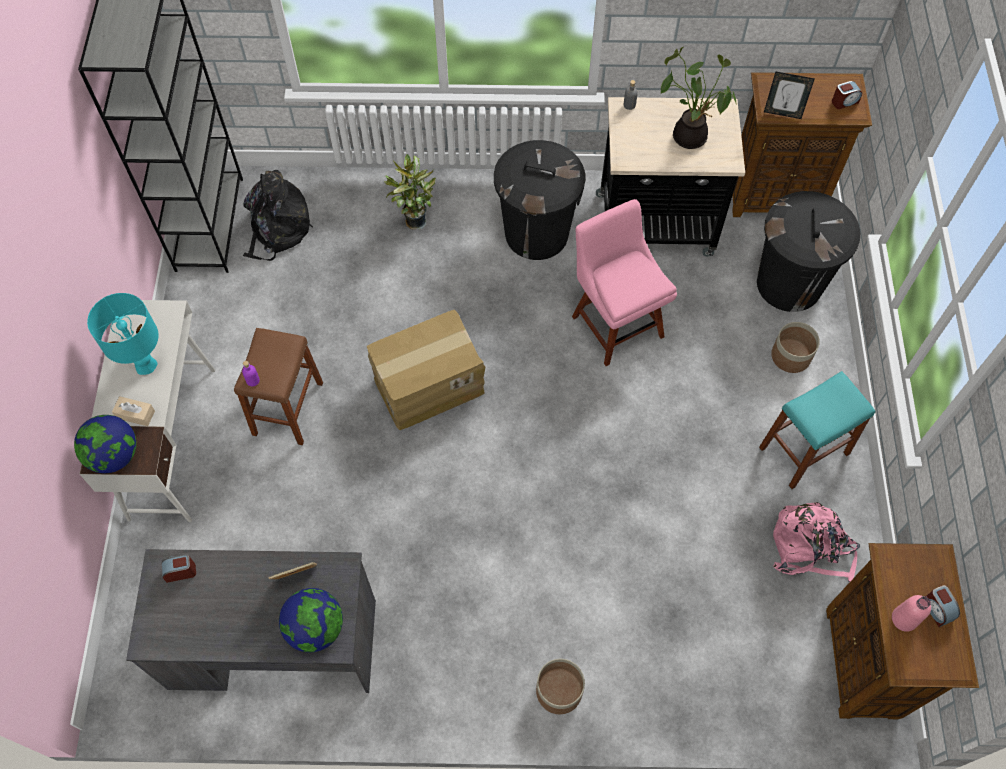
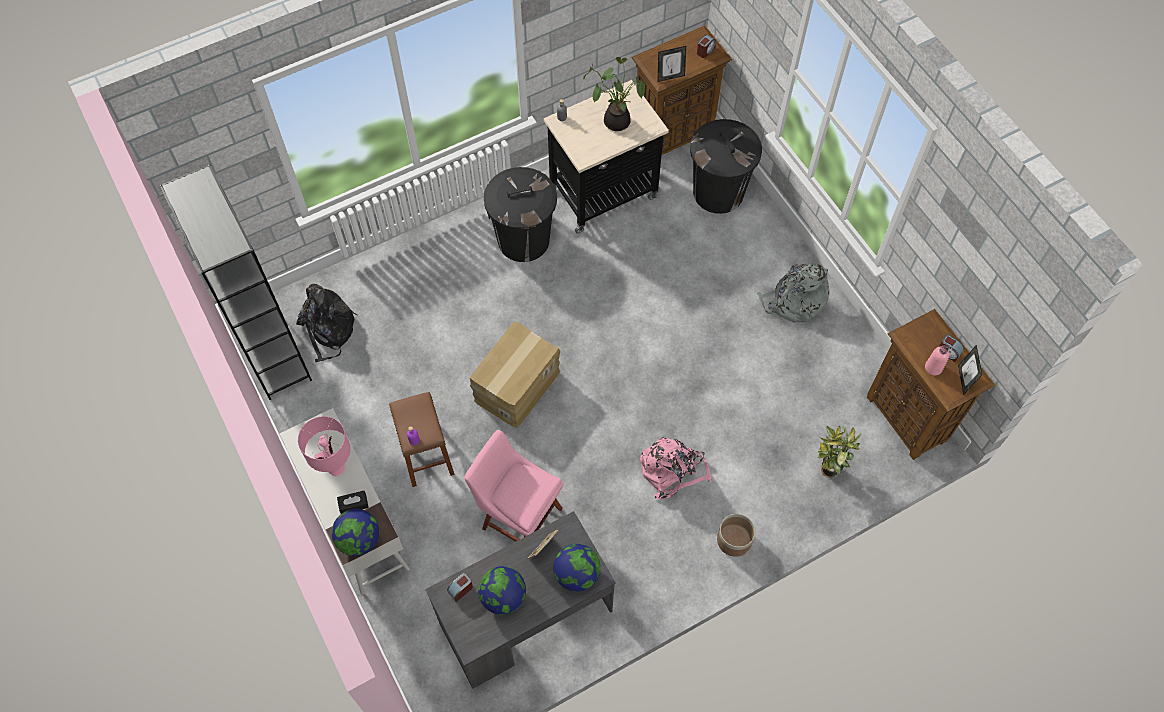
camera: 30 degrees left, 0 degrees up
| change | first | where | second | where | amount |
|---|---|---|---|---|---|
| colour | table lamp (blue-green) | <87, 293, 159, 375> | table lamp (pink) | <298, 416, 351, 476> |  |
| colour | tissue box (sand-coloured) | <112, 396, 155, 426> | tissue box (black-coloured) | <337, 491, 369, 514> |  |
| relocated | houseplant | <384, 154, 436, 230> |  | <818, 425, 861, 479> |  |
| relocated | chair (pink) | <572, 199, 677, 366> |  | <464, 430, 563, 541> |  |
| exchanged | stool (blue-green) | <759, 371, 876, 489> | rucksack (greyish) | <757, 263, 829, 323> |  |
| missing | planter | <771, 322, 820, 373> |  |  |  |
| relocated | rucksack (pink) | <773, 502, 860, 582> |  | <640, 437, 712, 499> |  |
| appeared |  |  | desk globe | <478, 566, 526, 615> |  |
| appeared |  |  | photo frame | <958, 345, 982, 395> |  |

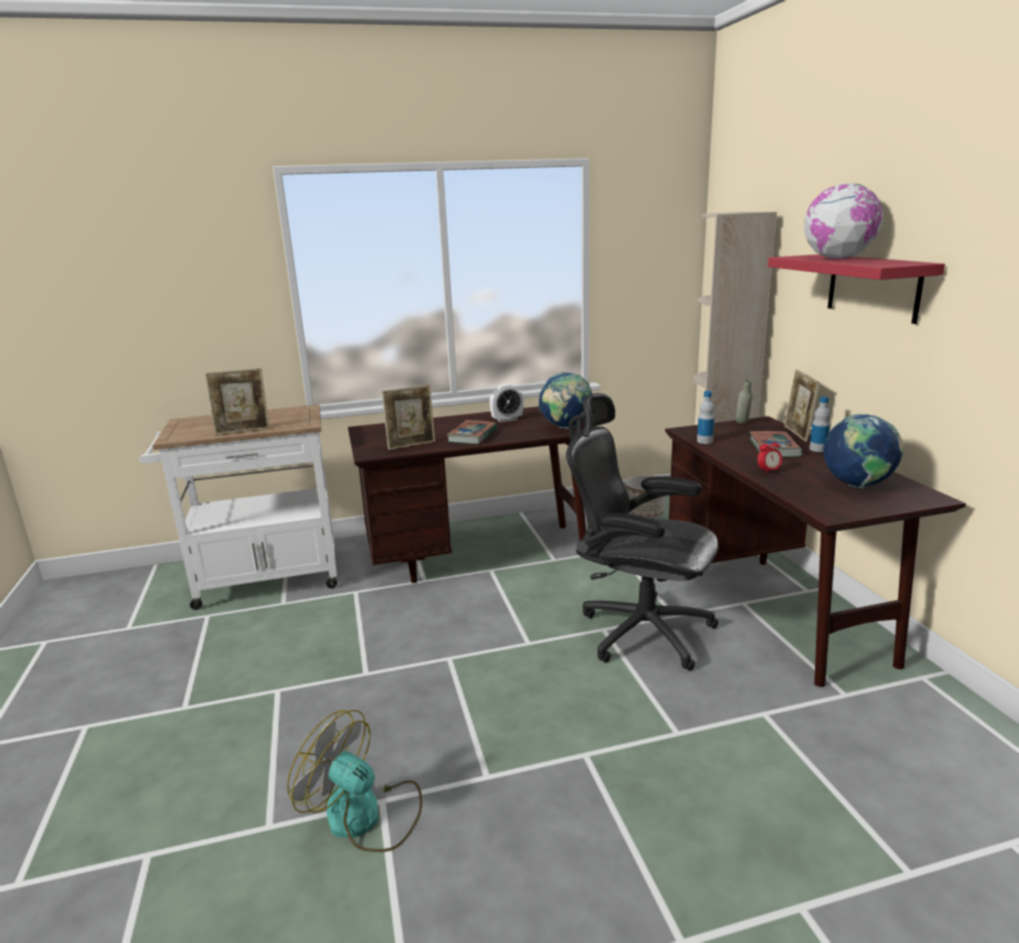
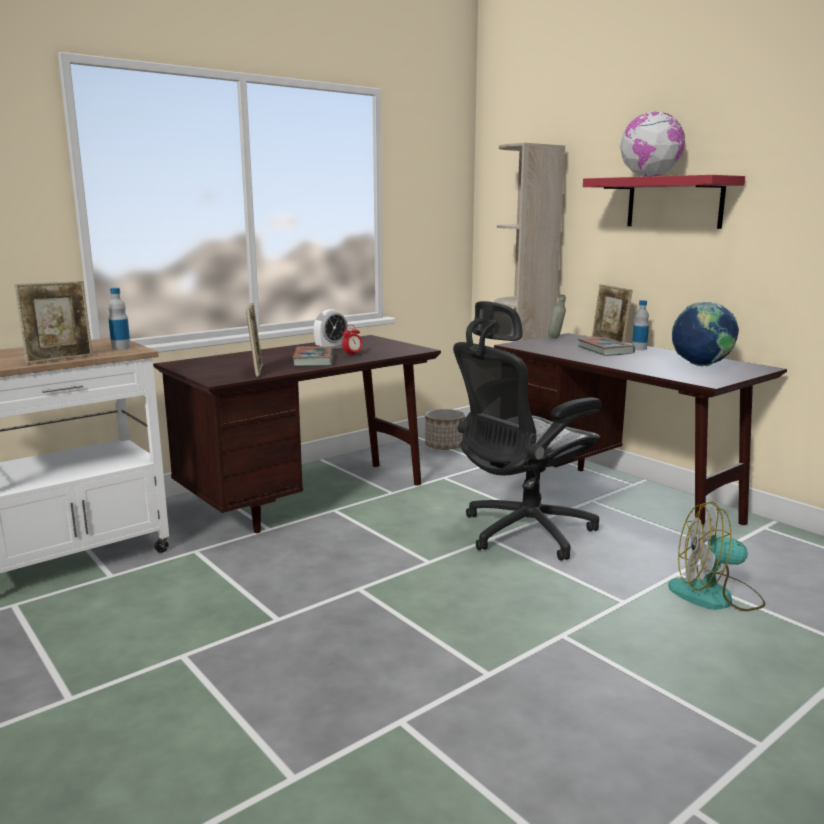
camera: 25 degrees left, 5 degrees down
| change | first | where | second | where | amount |
|---|---|---|---|---|---|
| relocated | cooling fan | <287, 710, 422, 852> |  | <668, 502, 766, 611> |  |
| spun | photo frame | <382, 385, 435, 450> |  | <246, 303, 263, 377> | 45 degrees counterclockwise |
| missing | desk globe | <539, 372, 593, 429> |  |  |  |
| spun | desk chair | <566, 393, 719, 671> |  | <453, 301, 601, 561> | 45 degrees counterclockwise |
| relocated | drink bottle | <697, 391, 714, 444> |  | <108, 288, 131, 350> |  |
| relocated | alarm clock | <757, 438, 782, 474> |  | <342, 325, 362, 356> |  |

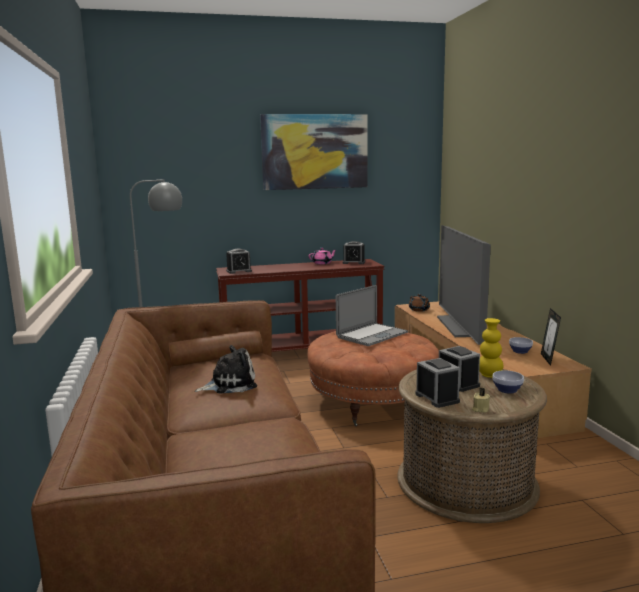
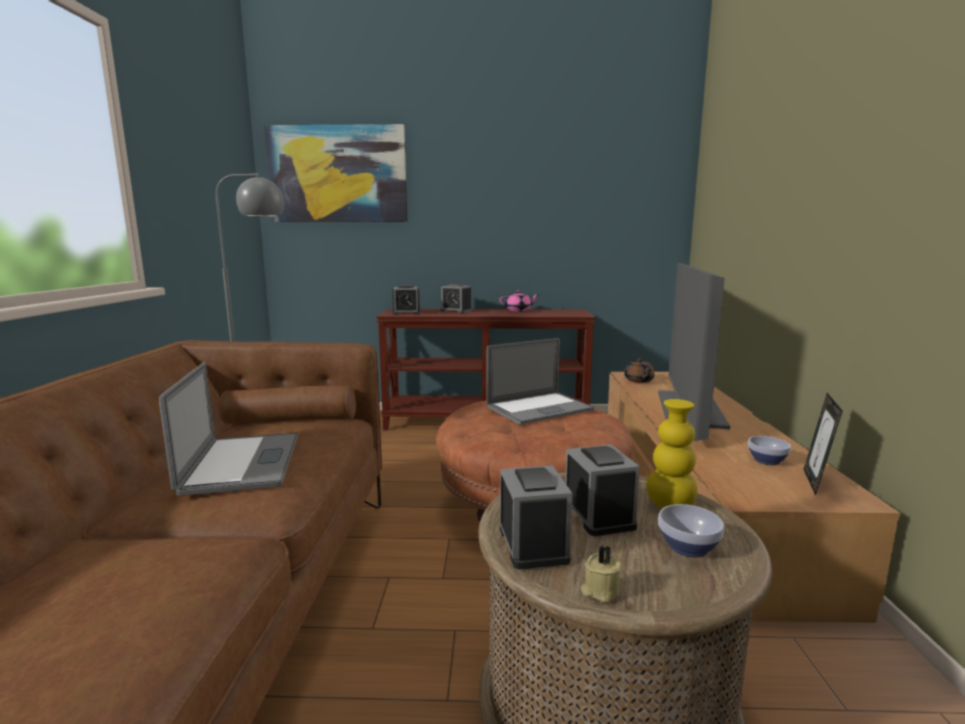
camera: 15 degrees right, 0 degrees up
| change | first | where | second | where | amount |
|---|---|---|---|---|---|
| exchanged | plush toy | <195, 345, 257, 393> | portable computer | <159, 362, 298, 496> |  |
| relocated | wall picture | <260, 114, 368, 190> |  | <264, 124, 407, 222> |  |
| relocated | alarm clock | <343, 241, 365, 264> |  | <440, 283, 472, 313> |  |

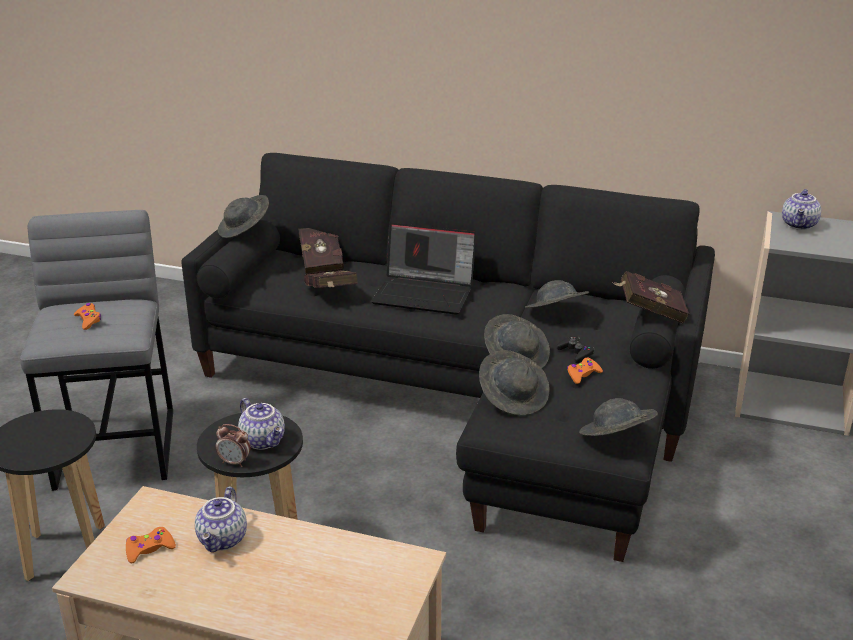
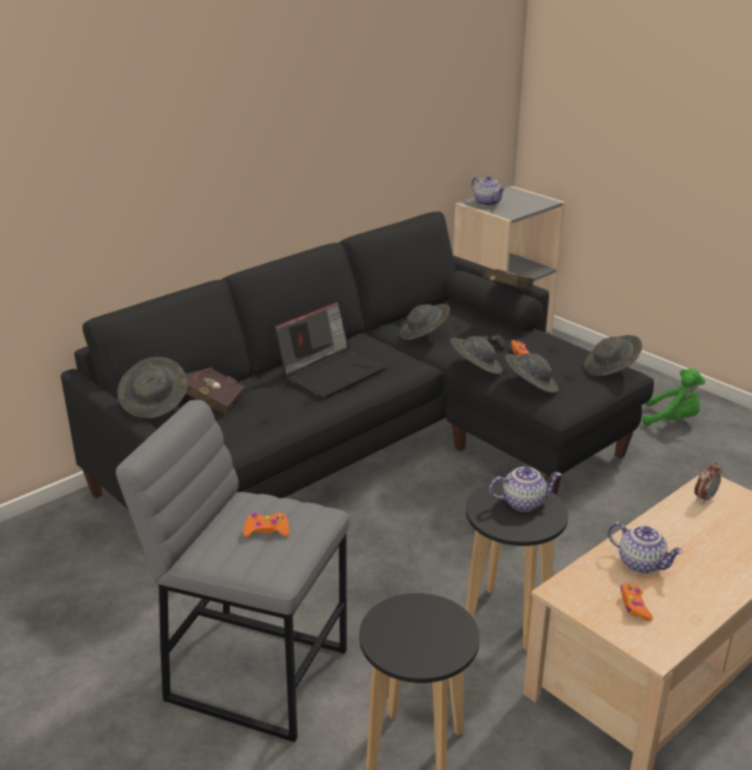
camera: 60 degrees left, 0 degrees up
| change | first | where | second | where | amount |
|---|---|---|---|---|---|
| relocated | alarm clock | <215, 424, 251, 467> |  | <694, 462, 721, 504> |  |
| missing | book (red) | <304, 270, 358, 288> |  |  |  |
| appeared |  |  | plush toy (green-coloured) | <643, 369, 705, 426> |  |

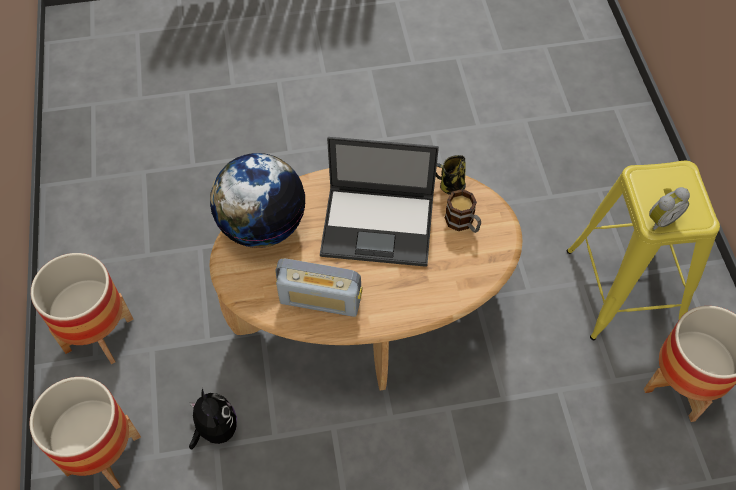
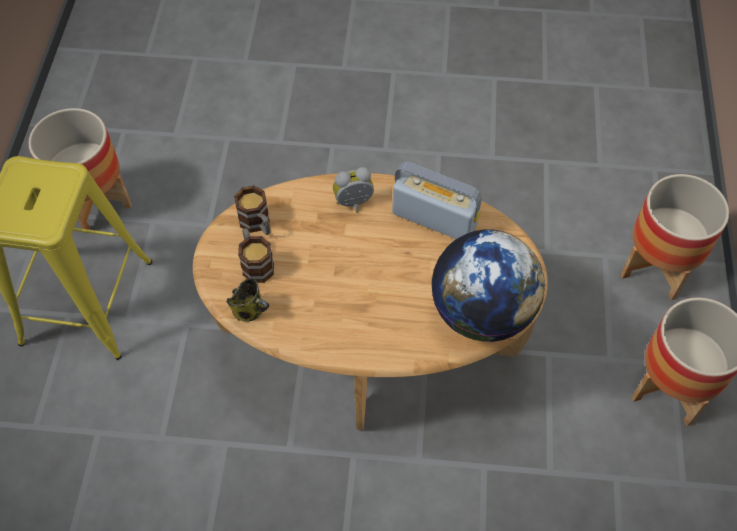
camera: 165 degrees left, 0 degrees up
| change | first | where | second | where | amount |
|---|---|---|---|---|---|
| missing | plush toy | <189, 388, 237, 450> |  |  |  |
| missing | portable computer | <320, 137, 439, 267> |  |  |  |
| relocated | alarm clock | <649, 187, 690, 231> |  | <333, 167, 374, 213> |  |
| appeared |  |  | tea mug | <234, 185, 270, 235> |  |

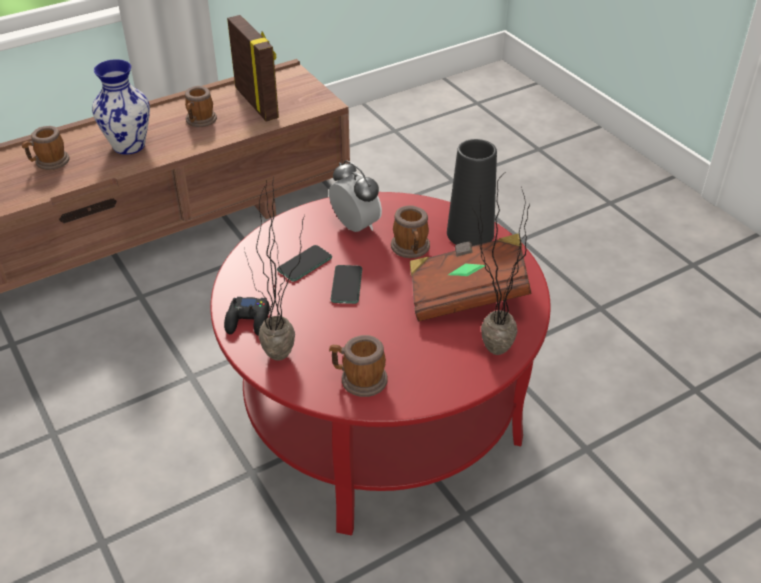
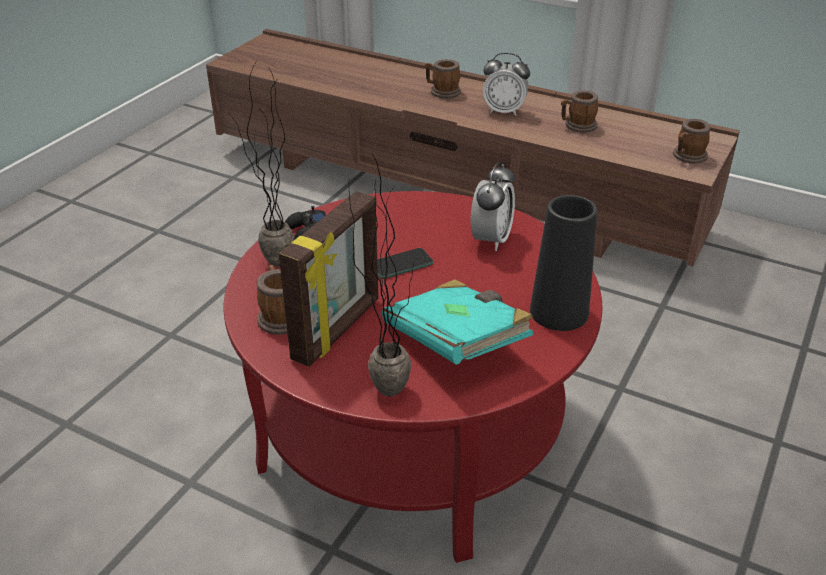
camera: 60 degrees right, 5 degrees down
| change | first | where | second | where | amount |
|---|---|---|---|---|---|
| exchanged | vase | <92, 59, 150, 155> | alarm clock | <483, 53, 530, 116> |  |
| relocated | photo frame | <227, 15, 279, 121> |  | <279, 191, 379, 367> |  |
| missing | telephone | <277, 245, 332, 282> |  |  |  |
| relocated | tea mug | <391, 205, 430, 258> |  | <673, 119, 710, 164> |  |
| colour | book (brown) | <410, 233, 532, 321> | book (blue-green) | <382, 279, 533, 365> |  |

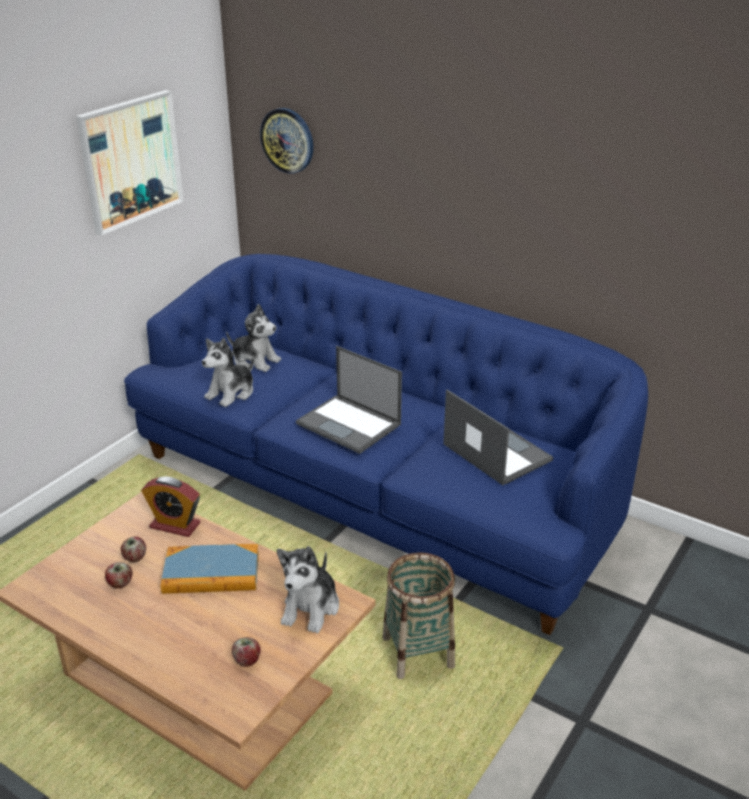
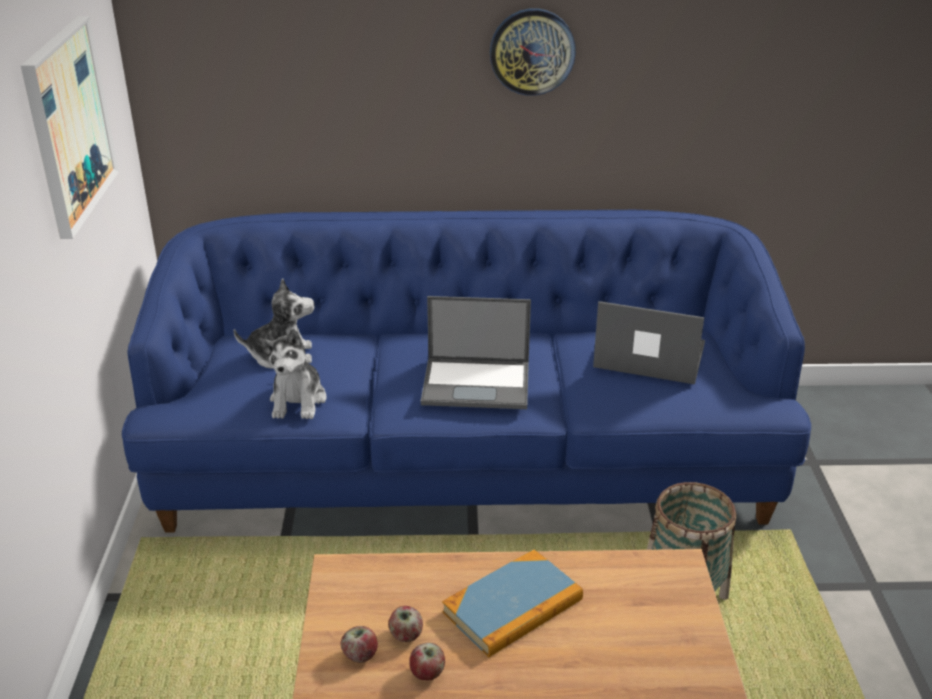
camera: 35 degrees left, 0 degrees up
| change | first | where | second | where | amount |
|---|---|---|---|---|---|
| missing | alarm clock | <141, 477, 200, 537> |  |  |  |
| relocated | apple | <232, 637, 260, 667> |  | <341, 626, 378, 663> |  |
| relocated | clock on the wall | <260, 108, 313, 174> |  | <490, 8, 576, 96> |  |
| missing | plush toy | <277, 546, 339, 633> |  |  |  |

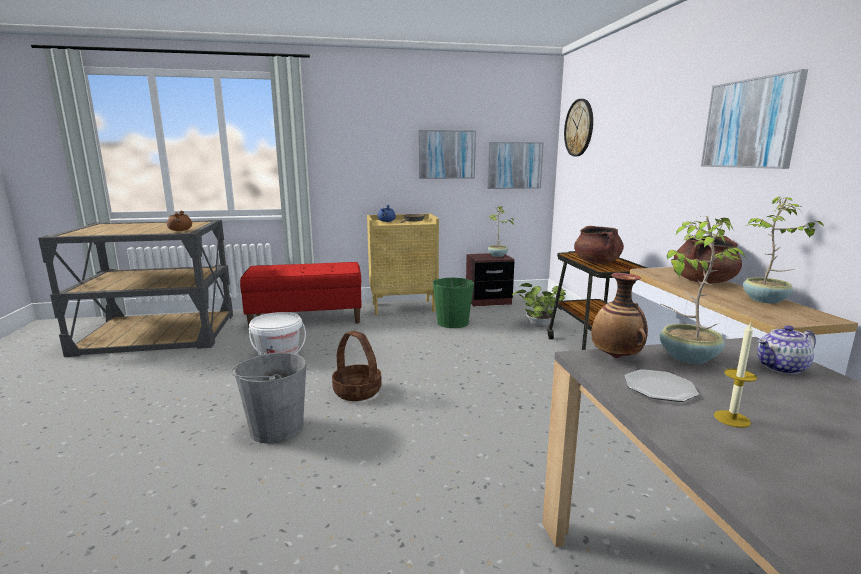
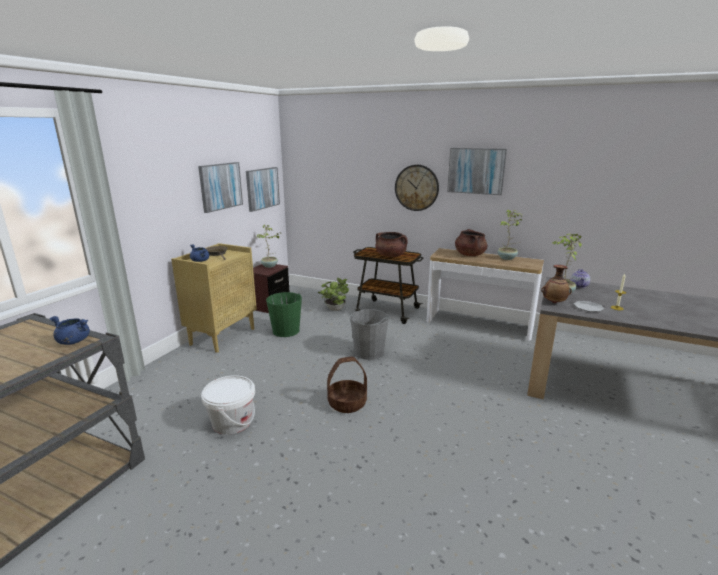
camera: 55 degrees left, 5 degrees up
| change | first | where | second | where | amount |
|---|---|---|---|---|---|
| colour | stockpot (brown) | <167, 211, 192, 231> | stockpot (blue) | <50, 316, 90, 345> |  |
| relocated | bucket (greyish) | <231, 350, 307, 444> |  | <350, 309, 389, 360> |  |
| missing | long seat (red) | <240, 262, 362, 327> |  |  |  |
| relocated | clock on the wall | <564, 99, 593, 156> |  | <395, 165, 439, 211> |  |

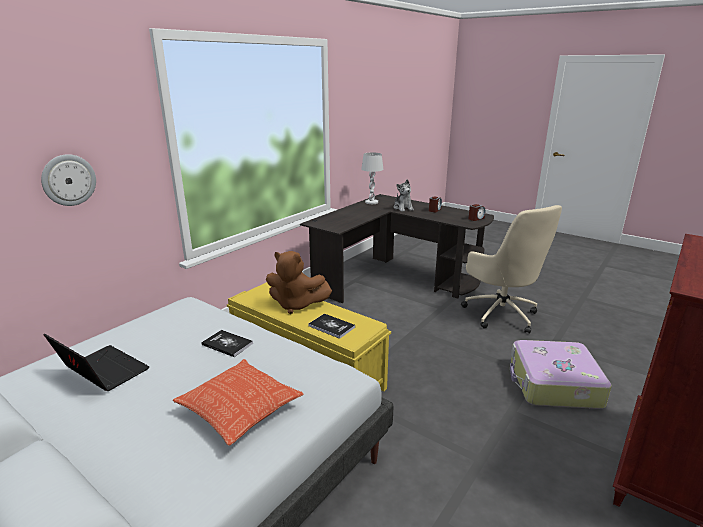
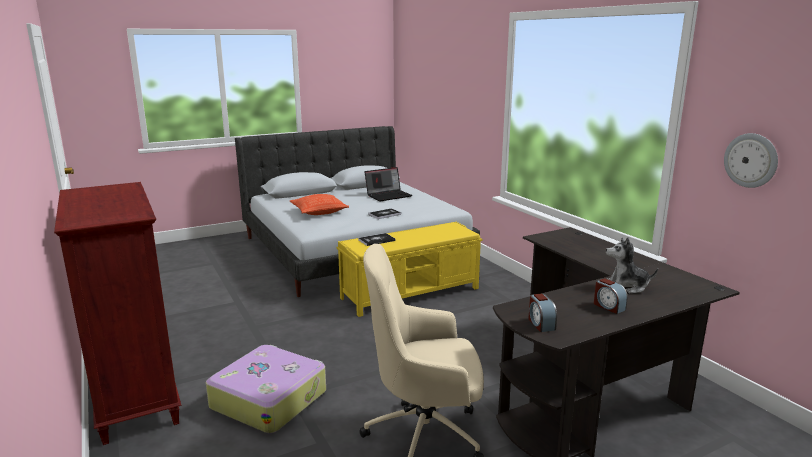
camera: 115 degrees right, 5 degrees down
| change | first | where | second | where | amount |
|---|---|---|---|---|---|
| relocated | clock on the wall | <41, 154, 96, 206> |  | <724, 133, 778, 188> |  |
| missing | plush toy (brown) | <266, 251, 332, 314> |  |  |  |
| missing | table lamp (whitish) | <361, 152, 384, 204> |  |  |  |

